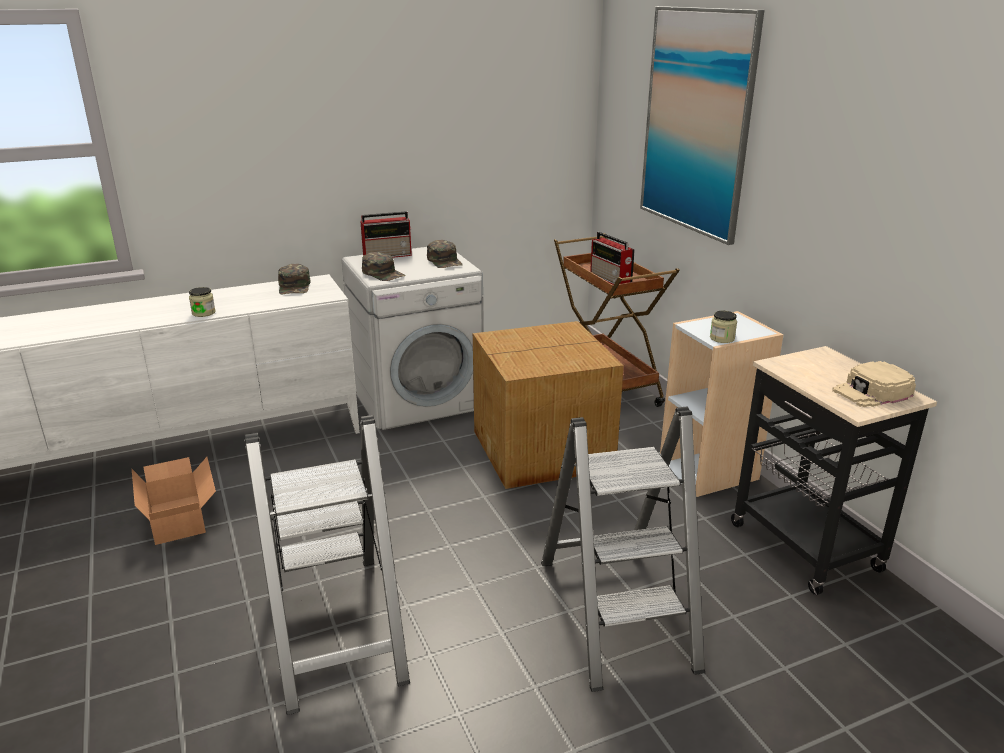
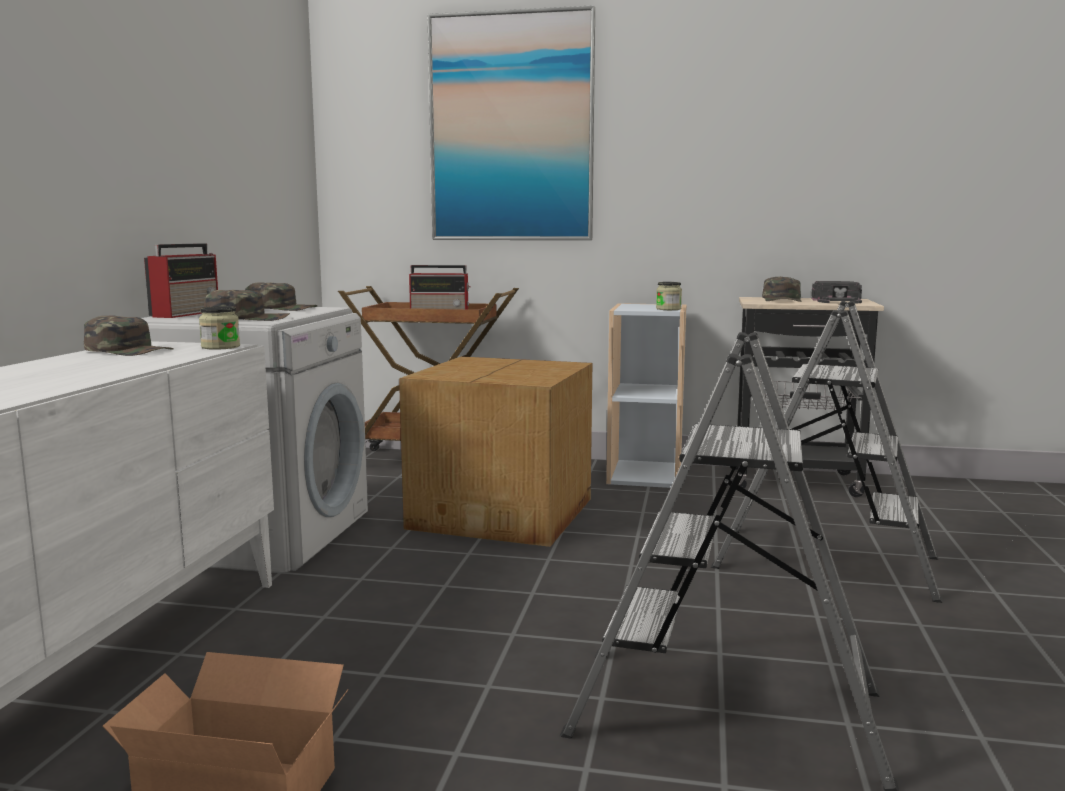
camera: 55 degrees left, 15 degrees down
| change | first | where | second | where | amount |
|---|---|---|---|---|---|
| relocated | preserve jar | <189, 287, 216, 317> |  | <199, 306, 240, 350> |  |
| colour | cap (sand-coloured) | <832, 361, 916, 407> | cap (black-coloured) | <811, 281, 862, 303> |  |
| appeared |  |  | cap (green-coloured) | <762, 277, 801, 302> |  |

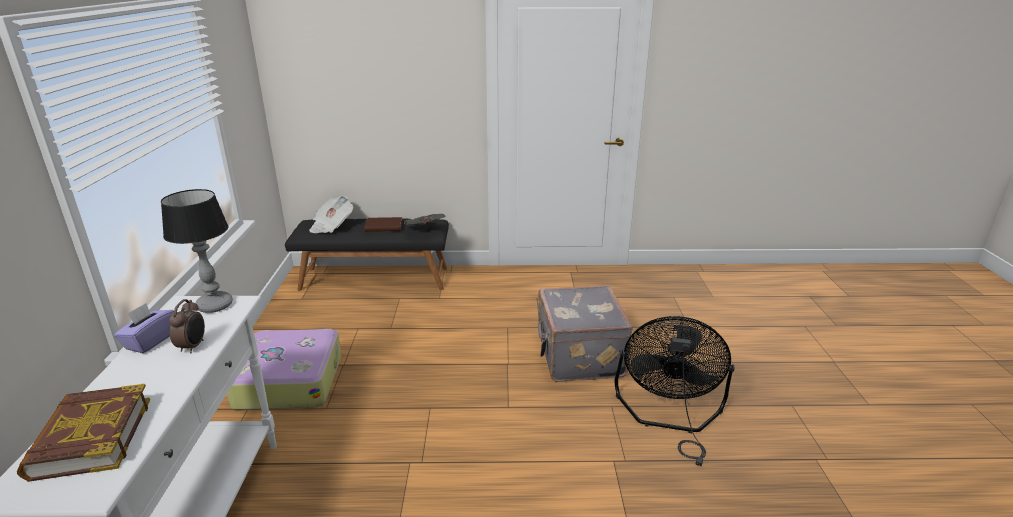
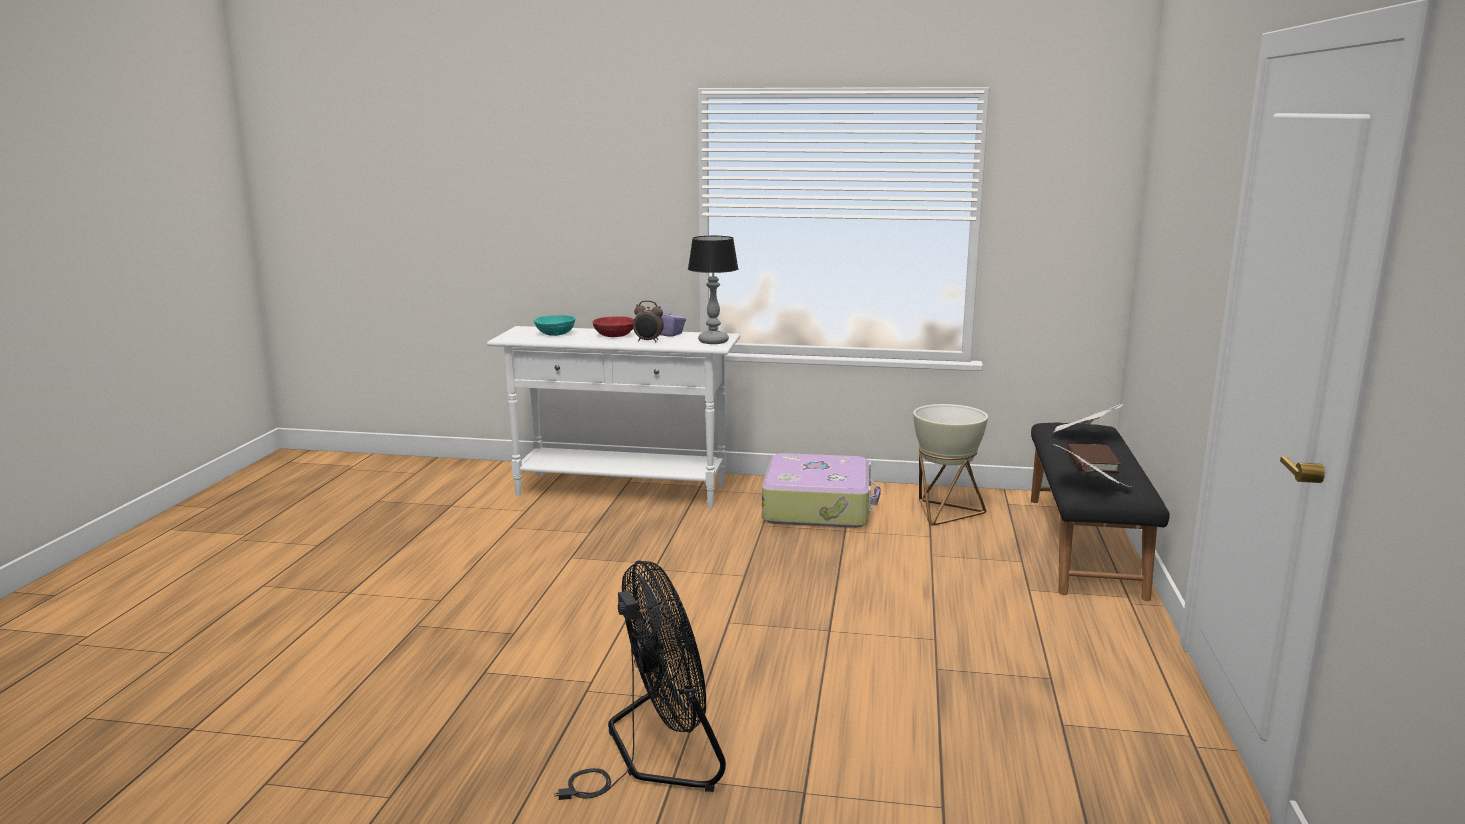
camera: 100 degrees right, 10 degrees down
| change | first | where | second | where | amount |
|---|---|---|---|---|---|
| exchanged | book | <17, 384, 150, 482> | deep dish (blue-green) | <534, 315, 576, 336> |  |
| missing | travel case (greyish) | <537, 285, 633, 382> |  |  |  |
| spun | cooling fan (black-coloured) | <615, 316, 735, 466> |  | <554, 560, 726, 800> | 45 degrees counterclockwise |
| appeared |  |  | deep dish (red) | <593, 316, 634, 337> |  |
| appeared |  |  | planter | <913, 404, 988, 525> |  |

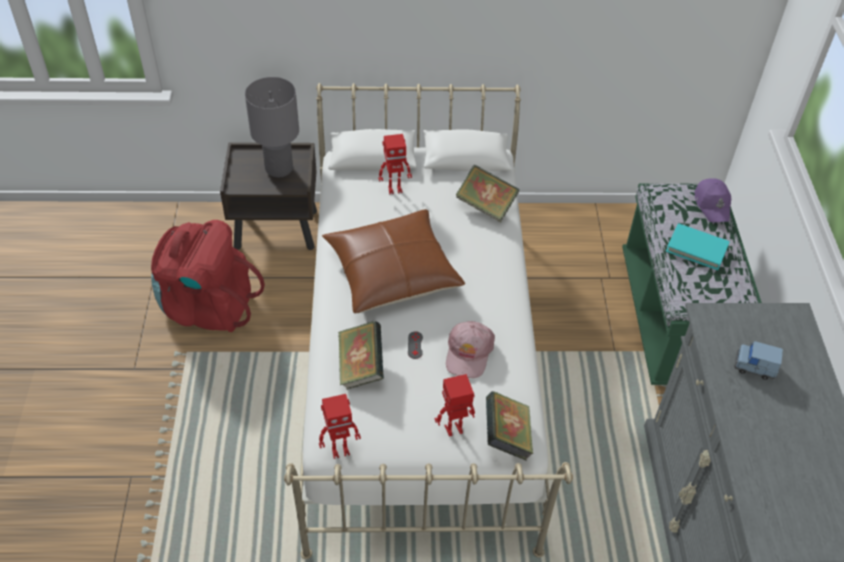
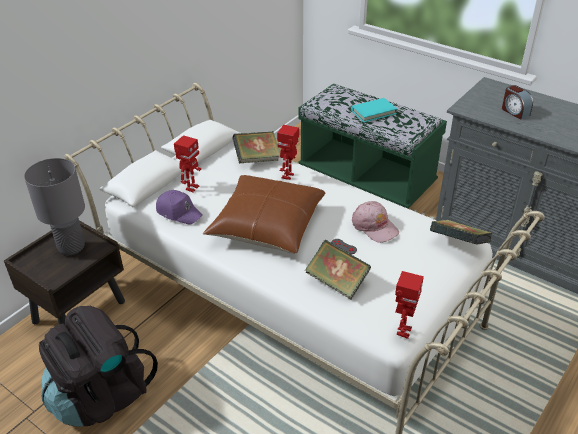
camera: 50 degrees left, 10 degrees down
| change | first | where | second | where | amount |
|---|---|---|---|---|---|
| colour | rucksack (red) | <151, 220, 265, 332> | rucksack (black-coloured) | <39, 306, 158, 427> |  |
| relocated | robot figure | <434, 374, 475, 437> |  | <277, 125, 299, 180> |  |
| relocated | cap (purple-coloured) | <694, 178, 731, 222> |  | <156, 190, 203, 225> |  |
| exchanged | miniature car (blue) | <734, 341, 783, 380> | alarm clock | <502, 85, 533, 120> |  |

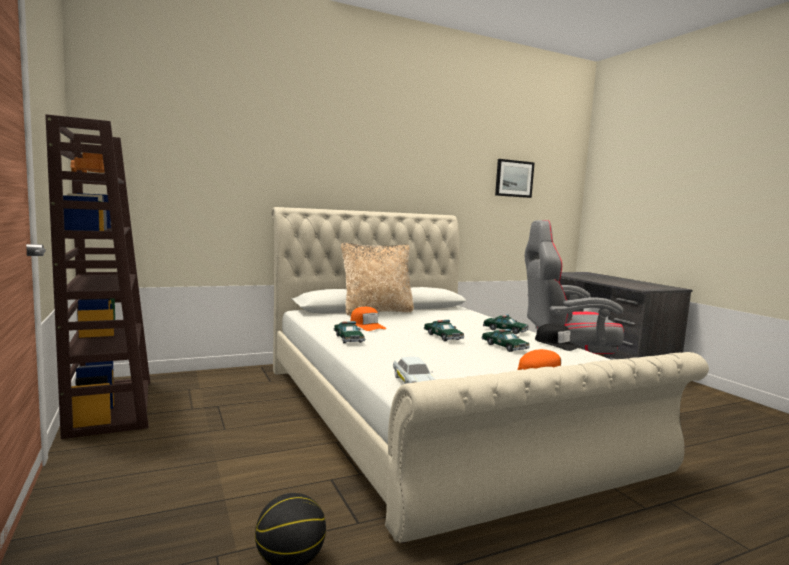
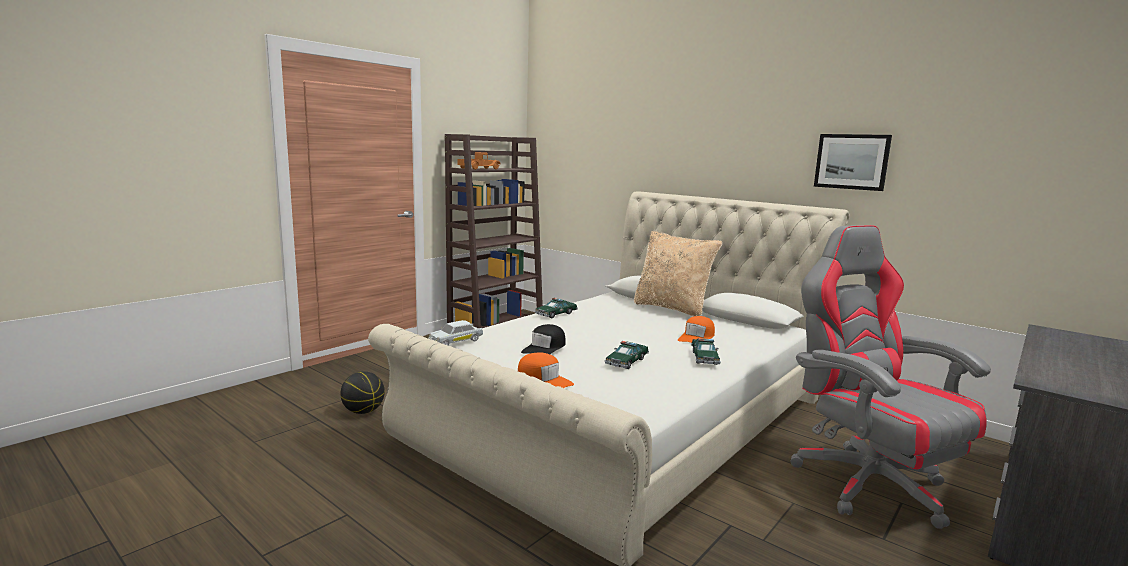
camera: 65 degrees right, 5 degrees up
| change | first | where | second | where | amount |
|---|---|---|---|---|---|
| relocated | cap (orange) | <350, 307, 387, 331> |  | <678, 316, 715, 343> |  |
| missing | miniature car | <423, 320, 465, 341> |  |  |  |
| relocated | wall picture | <495, 159, 534, 198> |  | <814, 134, 892, 191> |  |
| relocated | cap (black-coloured) | <535, 323, 582, 351> |  | <521, 324, 565, 354> |  |

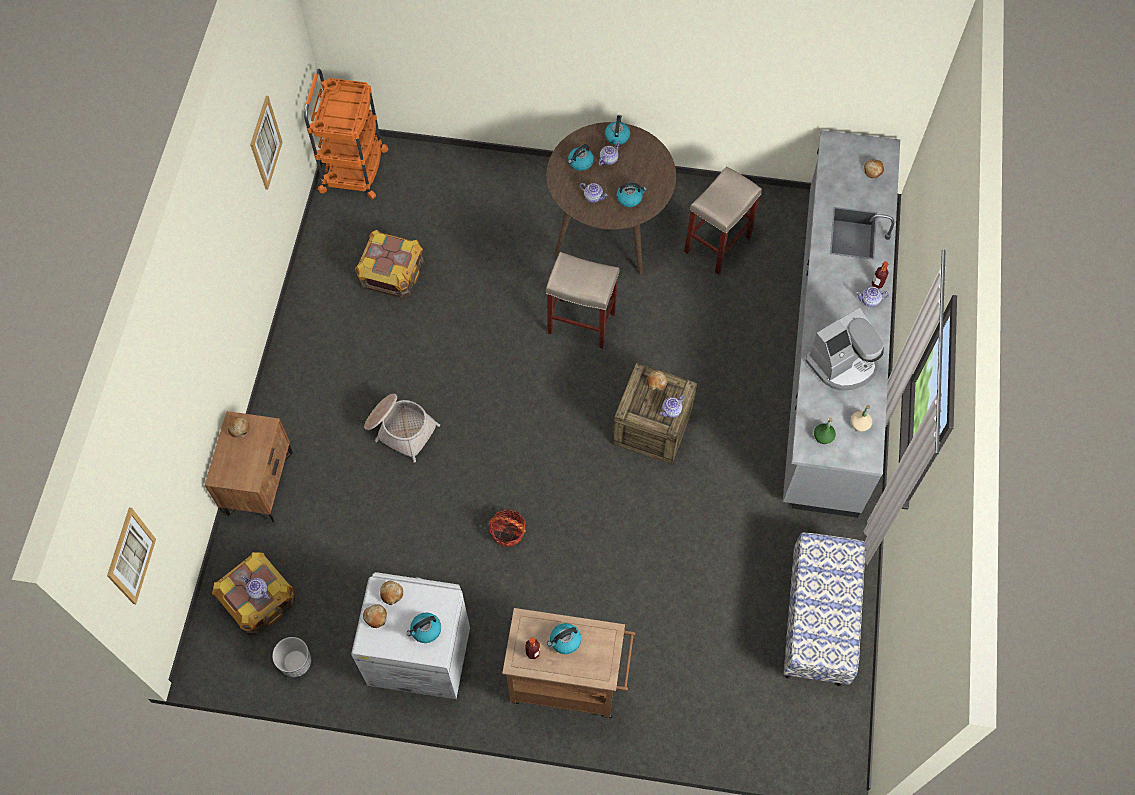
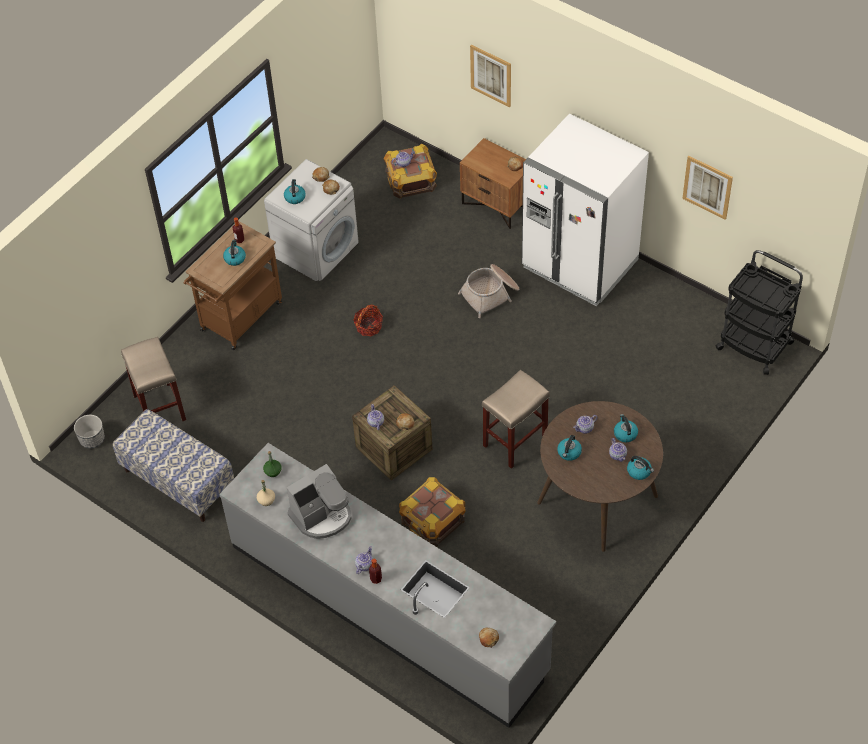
camera: 120 degrees right, 10 degrees down
| change | first | where | second | where | amount |
|---|---|---|---|---|---|
| relocated | wall picture | <107, 508, 156, 604> |  | <470, 45, 511, 108> |  |
| relocated | planter | <272, 637, 311, 677> |  | <74, 415, 105, 449> |  |
| colour | wheeled cart (orange) | <304, 69, 388, 199> | wheeled cart (black-coloured) | <716, 250, 803, 375> |  |
| relocated | packing crate | <355, 230, 424, 299> |  | <399, 477, 466, 546> |  |
| relocated | stool (sand-coloured) | <684, 166, 762, 274> |  | <121, 337, 186, 421> |  |
| spun | coffee machine | <806, 307, 884, 391> |  | <287, 464, 352, 539> | 120 degrees counterclockwise |
| appeared |  |  | fridge (whitish) | <522, 113, 649, 306> |  |

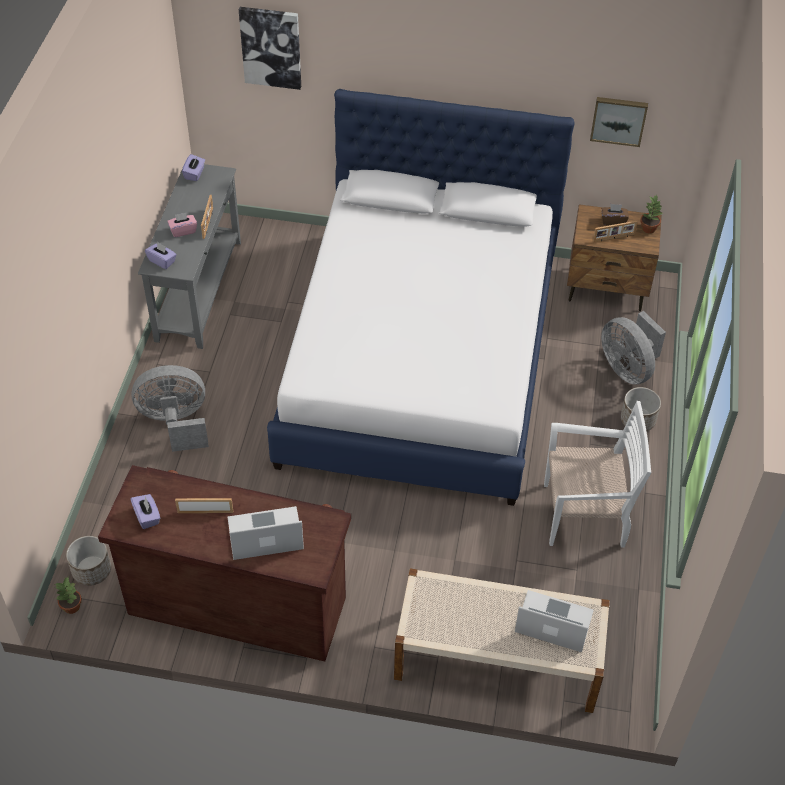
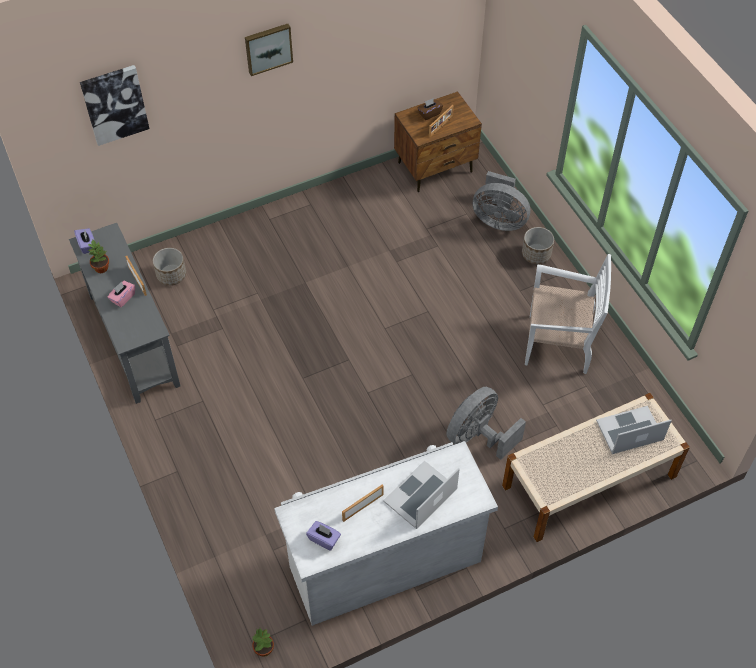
camera: 35 degrees left, 5 degrees up
| change | first | where | second | where | amount |
|---|---|---|---|---|---|
| relocated | planter | <66, 536, 111, 586> |  | <153, 248, 186, 286> |  |
| colour | chest of drawers (brown) | <98, 465, 351, 661> | chest of drawers (whitish) | <274, 441, 498, 626> |  |
| relocated | cooling fan (greyish) | <131, 365, 209, 452> |  | <446, 387, 526, 460> |  |
| missing | tissue box (purple-coloured) | <145, 242, 177, 269> |  |  |  |
| missing | sleeping bed (whitish) | <267, 89, 574, 506> |  |  |  |
| spun | lounge chair (whitish) | <544, 401, 651, 548> |  | <525, 254, 611, 374> | 45 degrees clockwise |
| relocated | wall picture | <590, 97, 648, 147> |  | <245, 24, 293, 76> |  |
| relocated | houseplant | <640, 195, 663, 234> |  | <87, 240, 109, 273> |  |

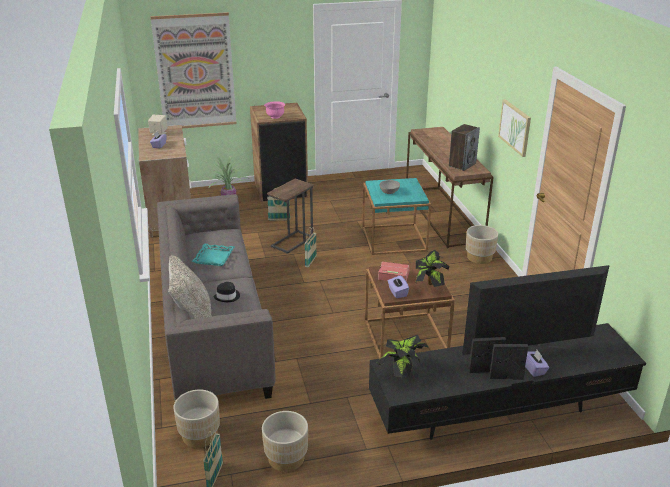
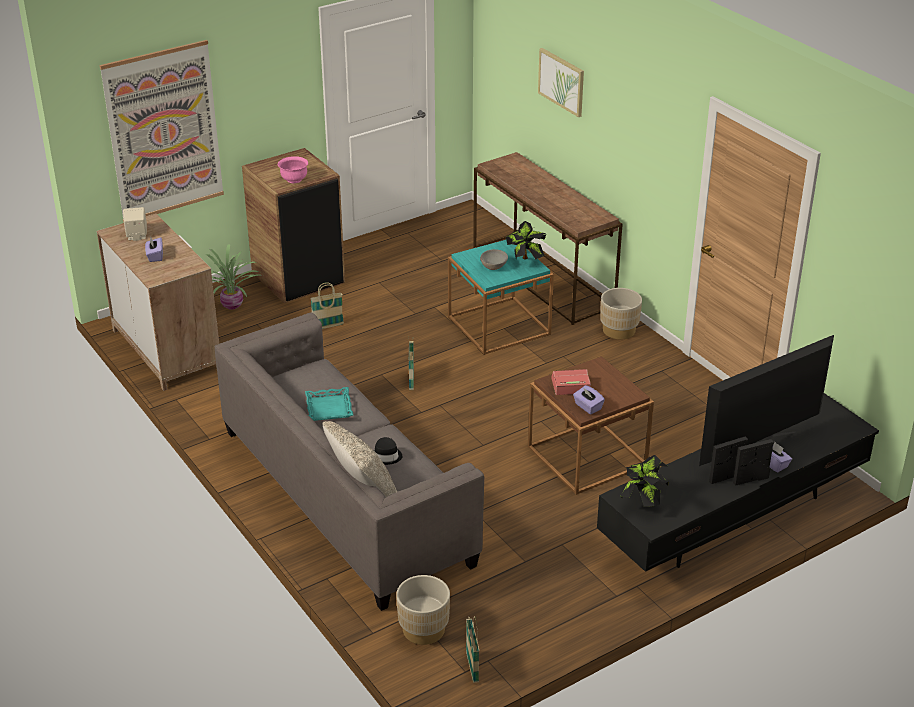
camera: 20 degrees left, 5 degrees up
| change | first | where | second | where | amount |
|---|---|---|---|---|---|
| missing | planter (sand-coloured) | <262, 411, 308, 472> |  |  |  |
| missing | side table (brown) | <267, 179, 314, 254> |  |  |  |
| relocated | houseplant | <416, 250, 449, 287> |  | <506, 221, 547, 260> |  |
| missing | audio speaker | <449, 124, 480, 171> |  |  |  |
| relocated | wall picture | <498, 99, 531, 157> |  | <538, 48, 584, 117> |  |

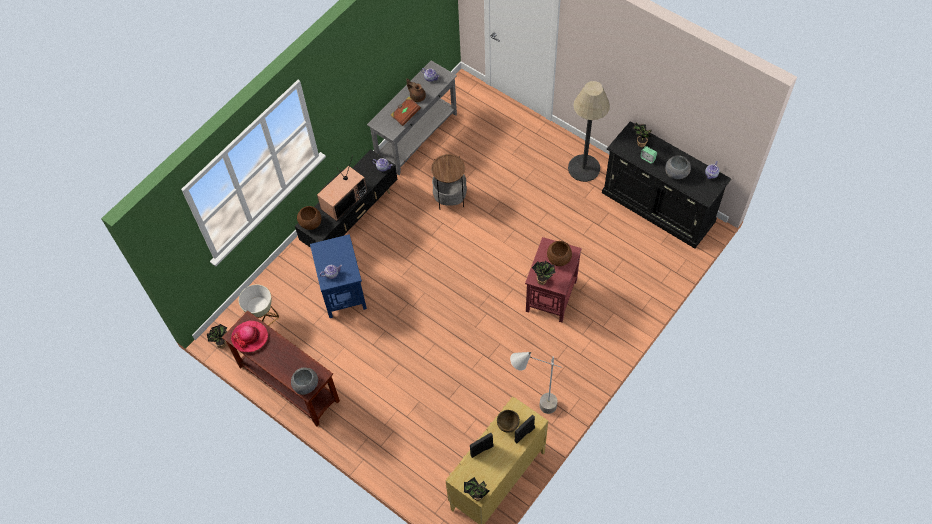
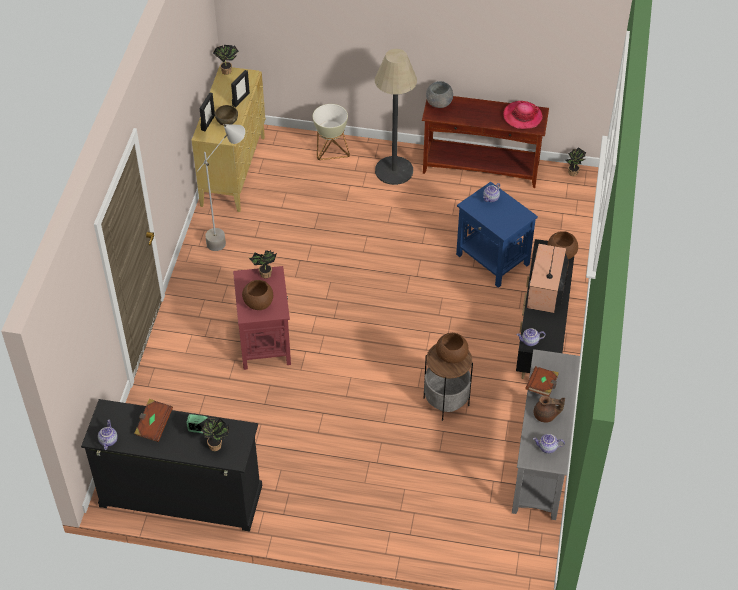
camera: 150 degrees right, 10 degrees down
| change | first | where | second | where | amount |
|---|---|---|---|---|---|
| relocated | planter | <239, 284, 279, 326> |  | <313, 104, 350, 160> |  |
| relocated | standing lamp | <568, 81, 610, 182> |  | <375, 49, 417, 185> |  |
| exchanged | deep dish (greyish) | <665, 155, 691, 179> | book (brown) | <134, 399, 173, 442> |  |
| appeared |  |  | deep dish (brown) | <436, 333, 469, 363> |  |

